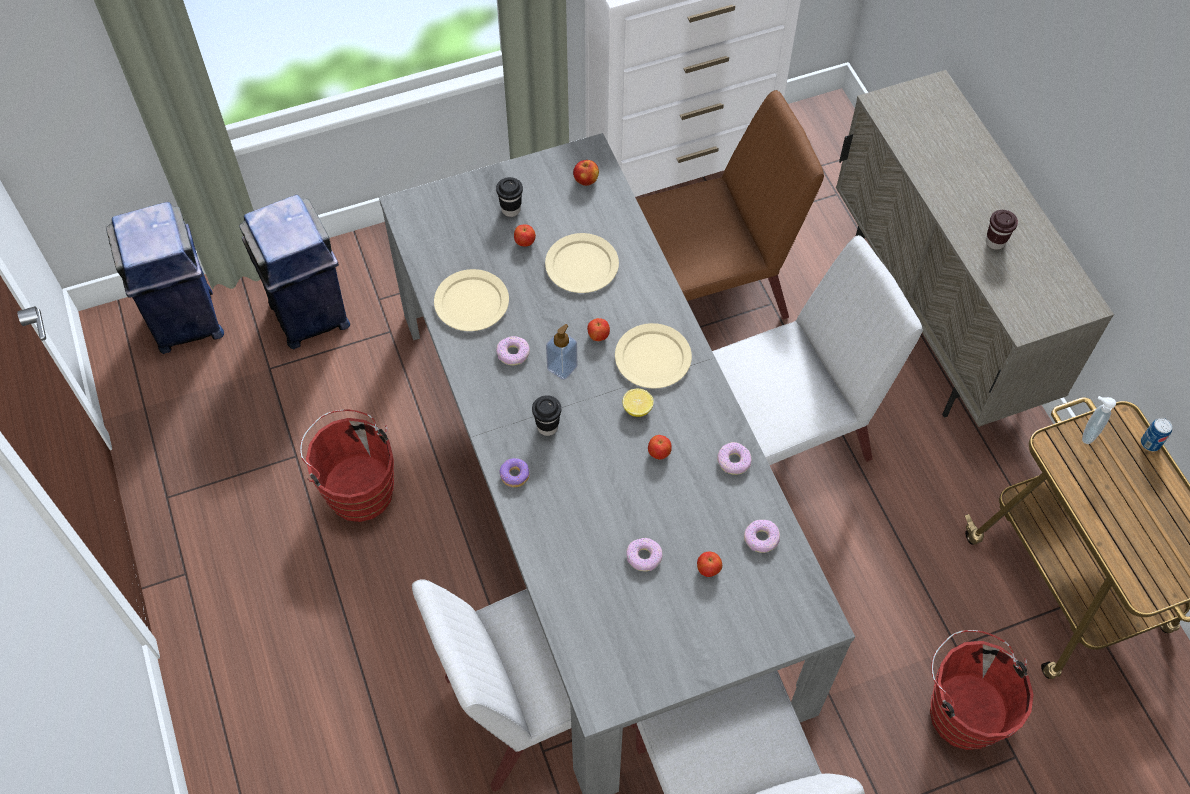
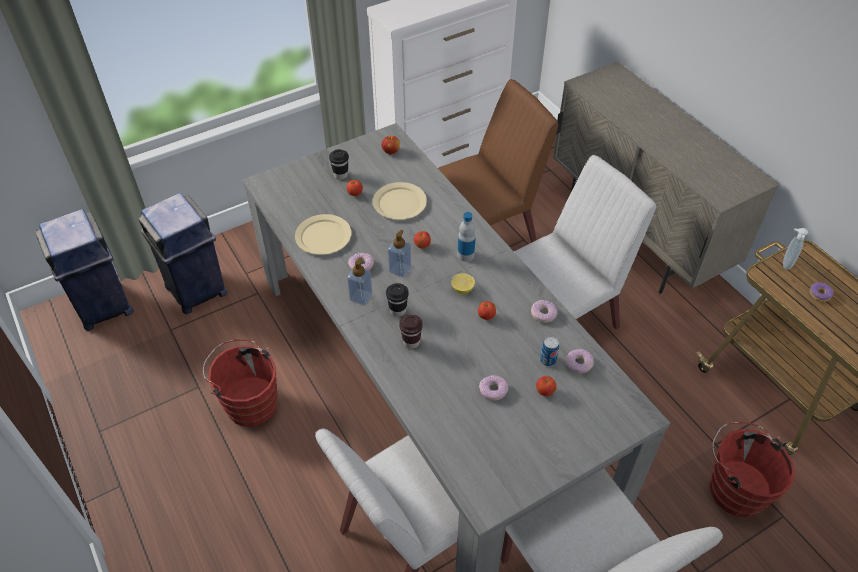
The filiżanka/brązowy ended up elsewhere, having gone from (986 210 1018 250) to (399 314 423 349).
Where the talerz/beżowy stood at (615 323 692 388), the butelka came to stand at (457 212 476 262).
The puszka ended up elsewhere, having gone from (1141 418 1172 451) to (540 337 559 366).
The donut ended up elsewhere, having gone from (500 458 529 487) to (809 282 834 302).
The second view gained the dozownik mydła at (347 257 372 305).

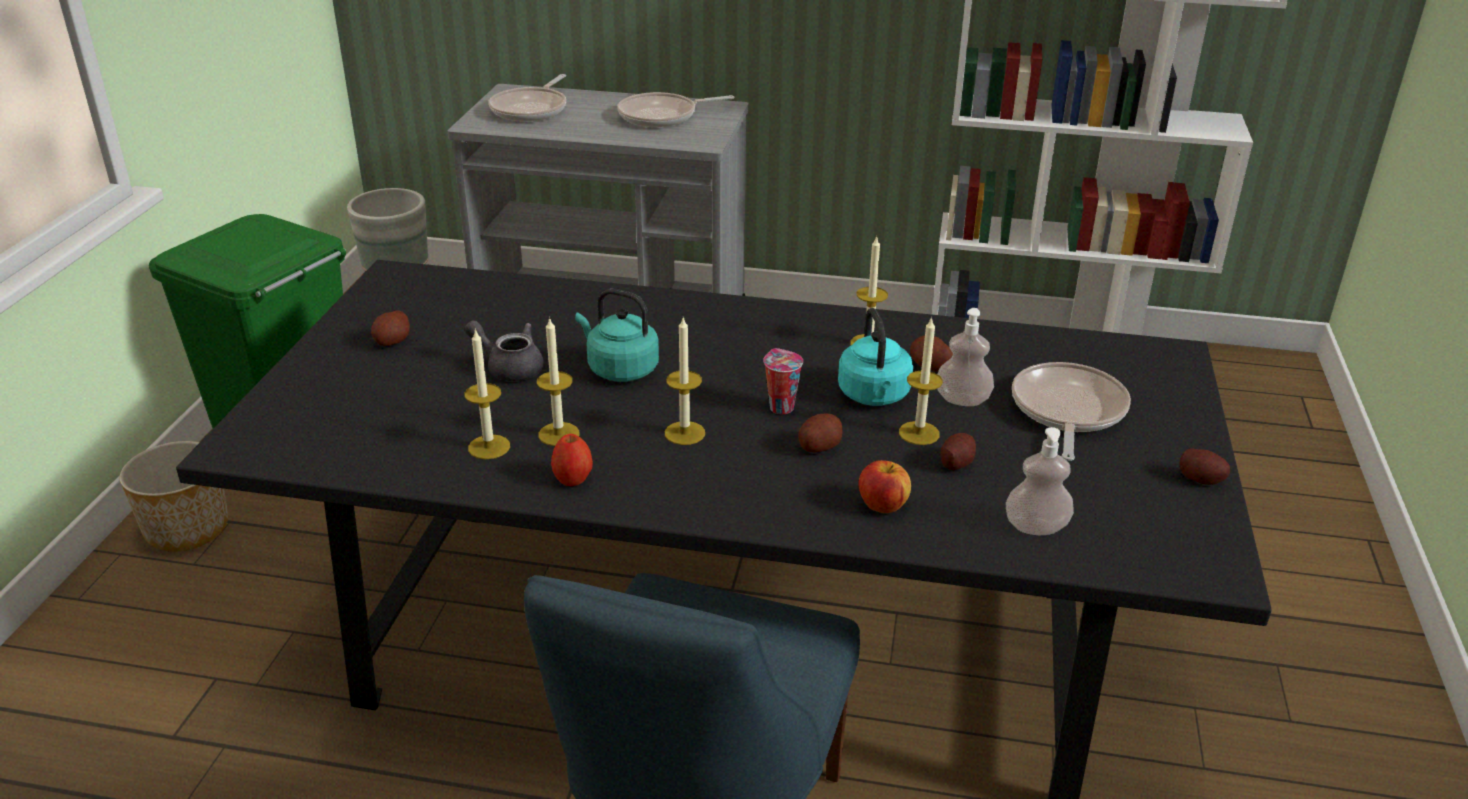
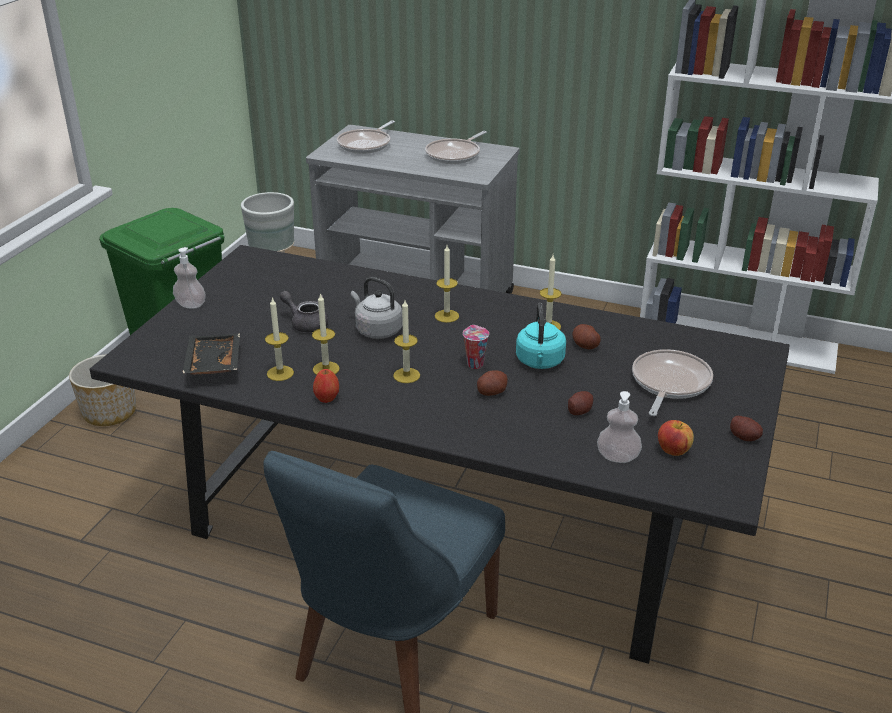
The patelnia at (617 92 734 127) ended up facing another way, 45 degrees counterclockwise from before.
What was the czajnik/turkusowy at (575 289 659 382) turned into the czajnik/szary at (351 277 403 339).
The dozownik mydła ended up elsewhere, having gone from (937 308 994 406) to (173 247 206 309).
The second view lost the ziemniak at (371 311 410 346).
The świeca ended up elsewhere, having gone from (899 316 943 445) to (435 245 459 323).
The jabłko ended up elsewhere, having gone from (858 460 911 513) to (658 420 694 456).
The second view gained the taca/czarny at (182 333 240 375).

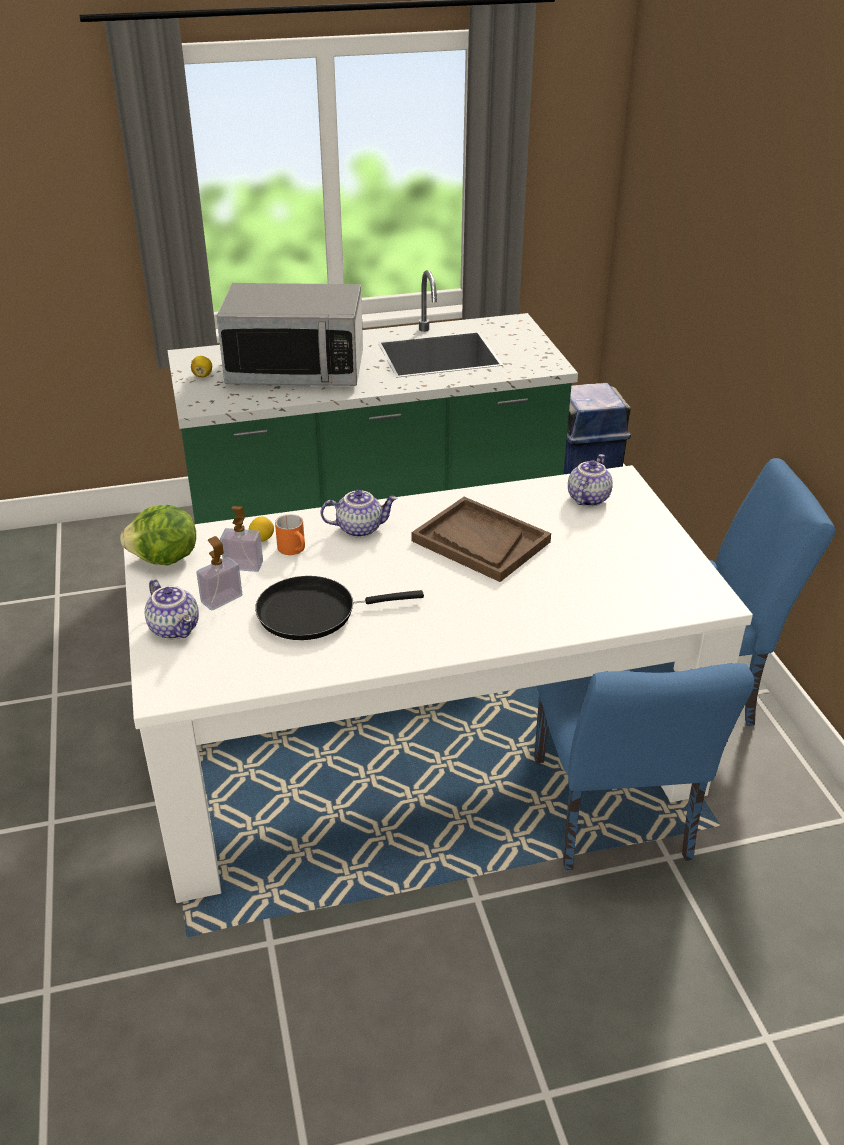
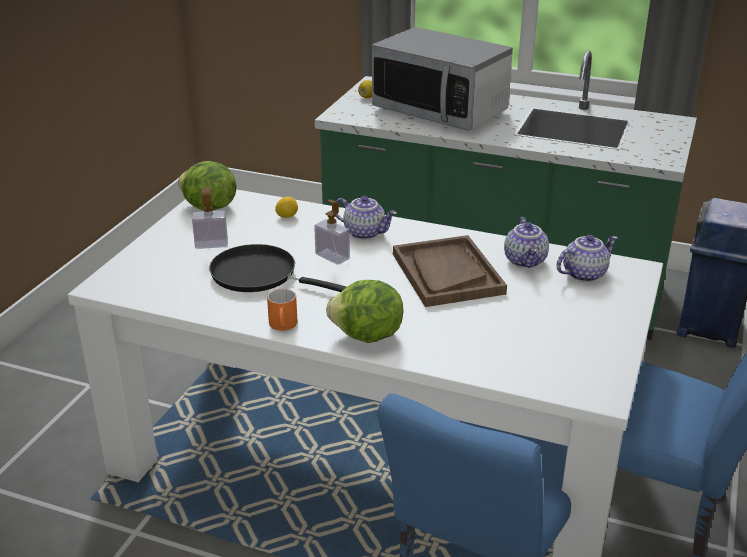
The dozownik mydła ended up elsewhere, having gone from (220 506 263 572) to (314 200 350 265).
The kubek/pomarańczowy ended up elsewhere, having gone from (275 514 305 555) to (267 288 297 331).
The imbryk ended up elsewhere, having gone from (145 579 199 639) to (504 217 549 268).
The second view gained the sałata at (326 280 404 343).

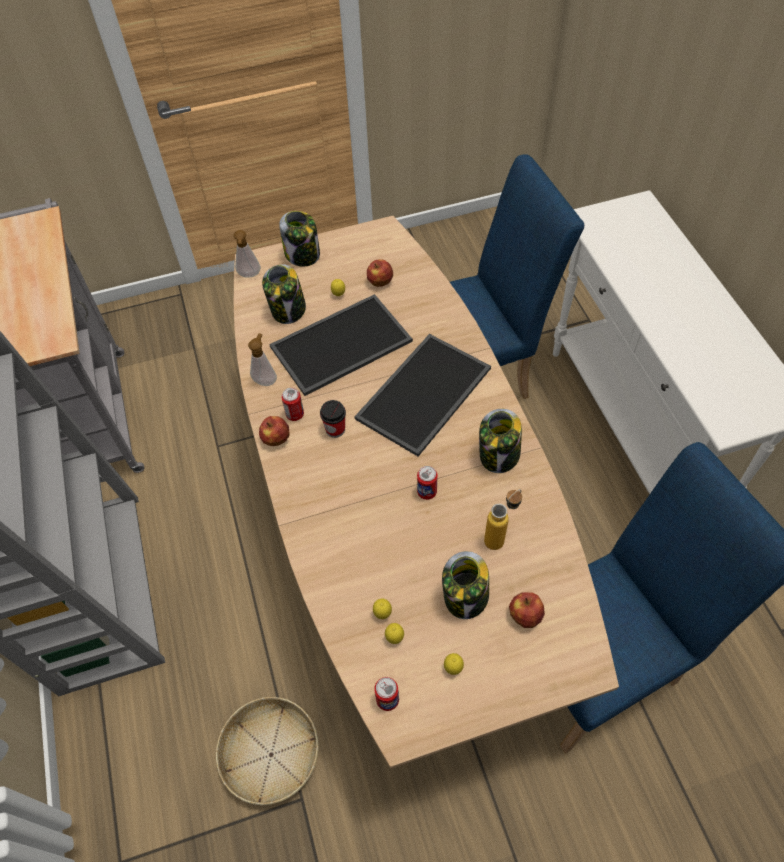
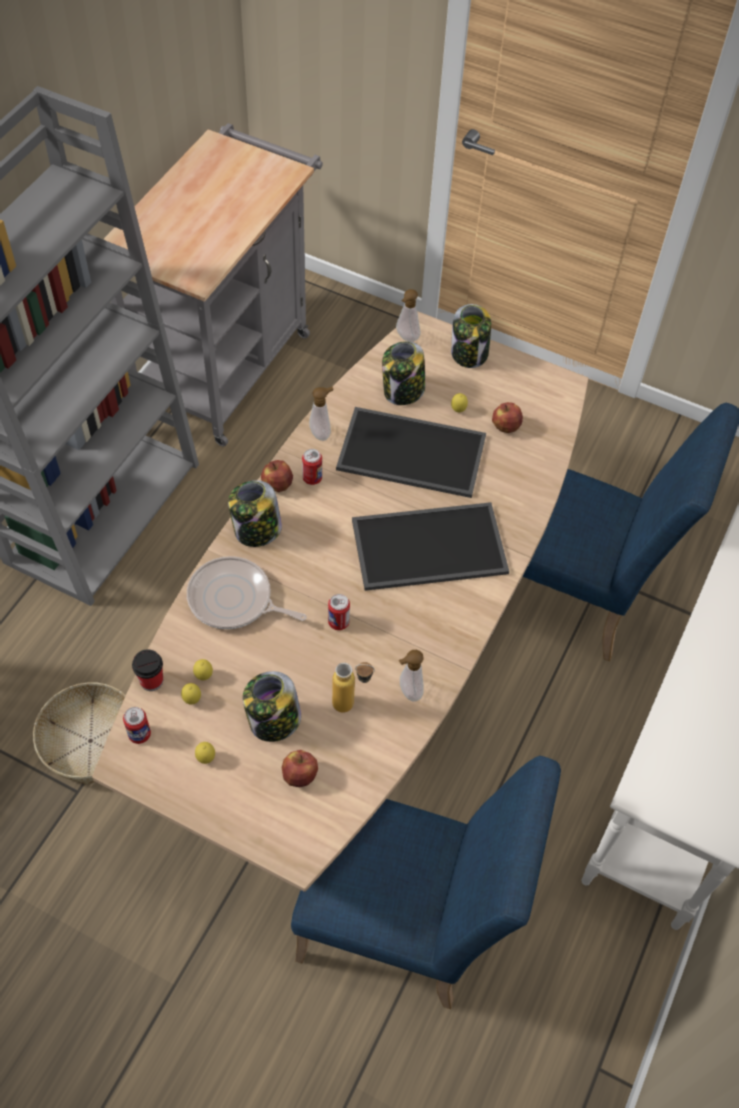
The filiżanka ended up elsewhere, having gone from (320 400 346 438) to (132 649 163 691).
The słoik ended up elsewhere, having gone from (479 409 522 473) to (228 480 282 547).
The second view gained the patelnia at (187 556 307 629).
The second view gained the dozownik mydła at (399 650 424 701).

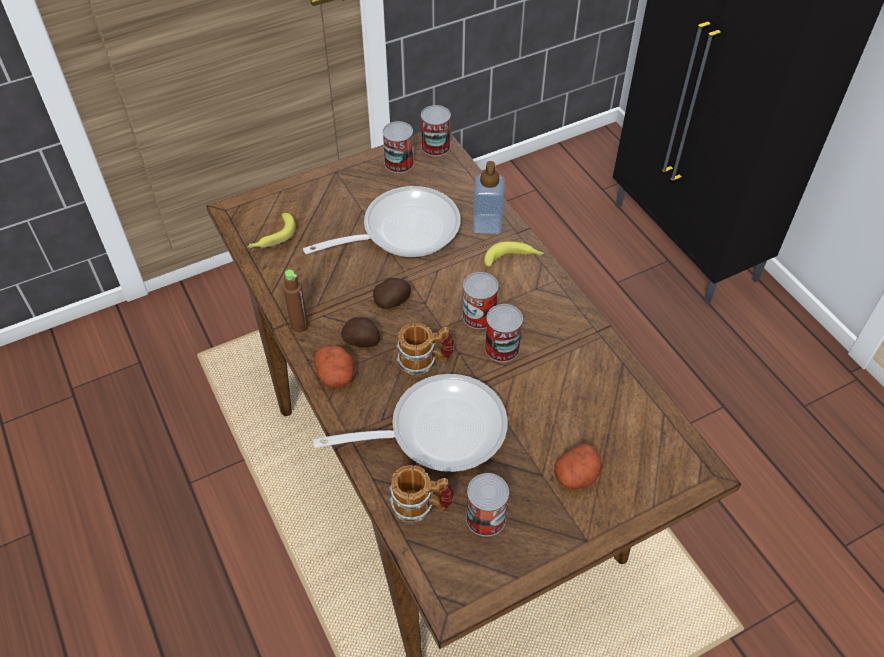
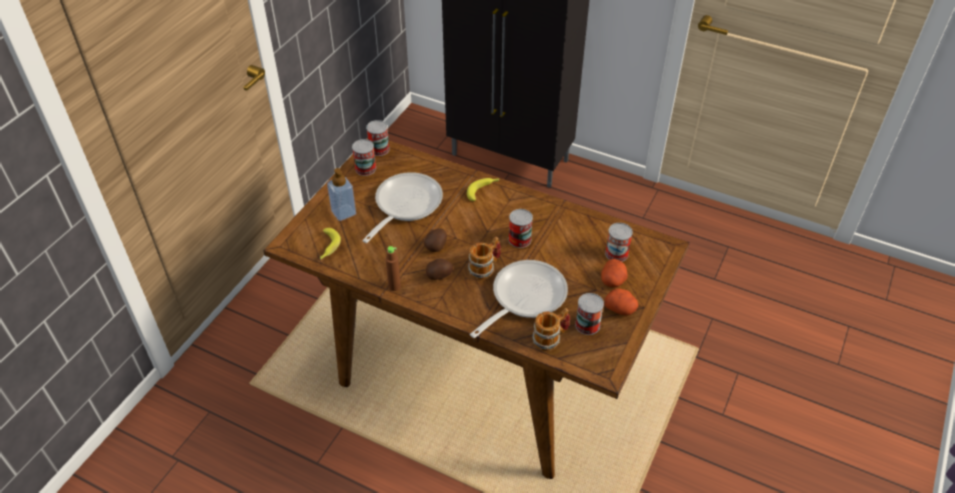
The dozownik mydła ended up elsewhere, having gone from (473 161 504 234) to (327 168 356 221).
The puszka ended up elsewhere, having gone from (462 272 498 329) to (605 223 633 262).
The ziemniak ended up elsewhere, having gone from (314 345 355 388) to (605 289 639 316).

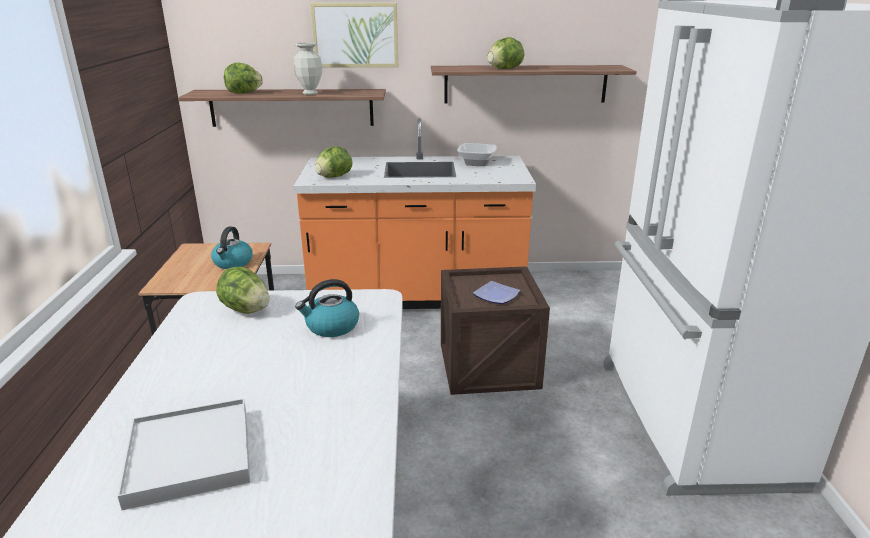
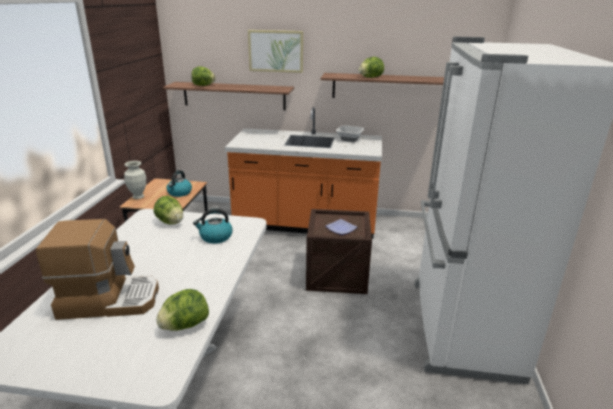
The wazon ended up elsewhere, having gone from (294 42 322 95) to (124 161 146 199).
The sałata ended up elsewhere, having gone from (315 146 352 178) to (156 289 209 331).
Where the taca/biały stood at (117 398 250 510), the ekspres do kawy came to stand at (36 219 159 320).

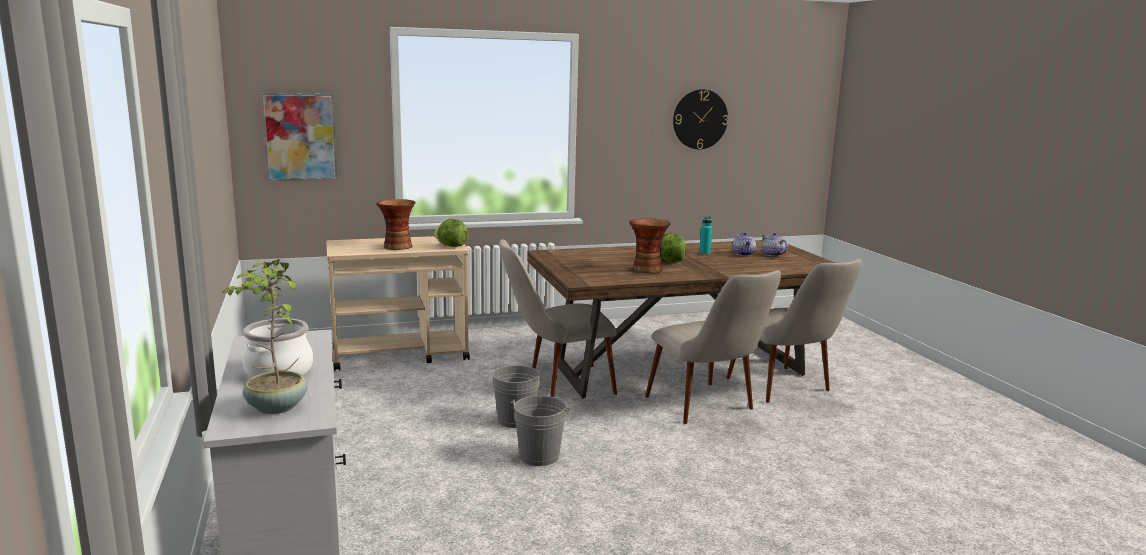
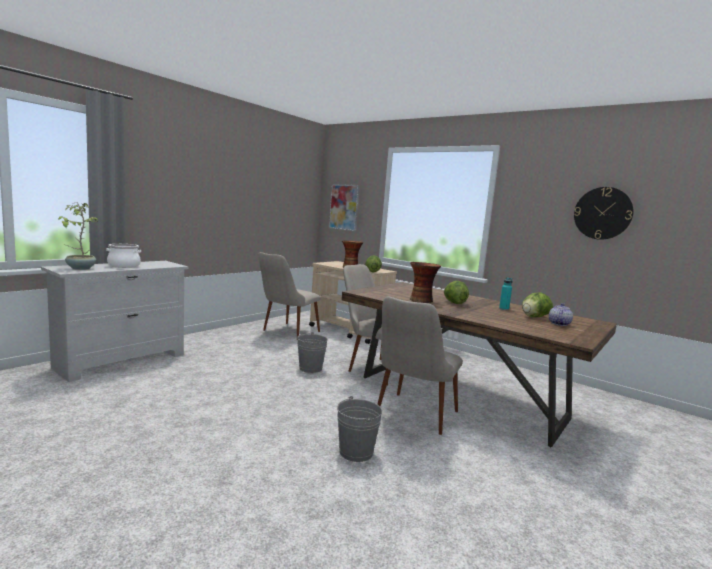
Where the imbryk stood at (733 232 756 256), the sałata came to stand at (522 292 553 317).
The krzesło/beżowy ended up elsewhere, having gone from (726 259 862 403) to (258 252 321 340).
The wiadro/szary ended up elsewhere, having gone from (510 396 569 466) to (337 396 382 462).

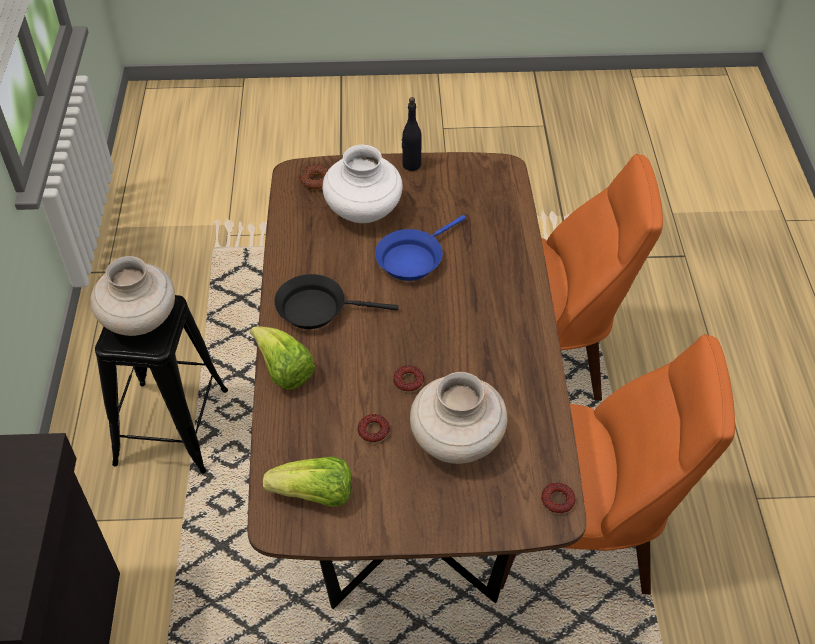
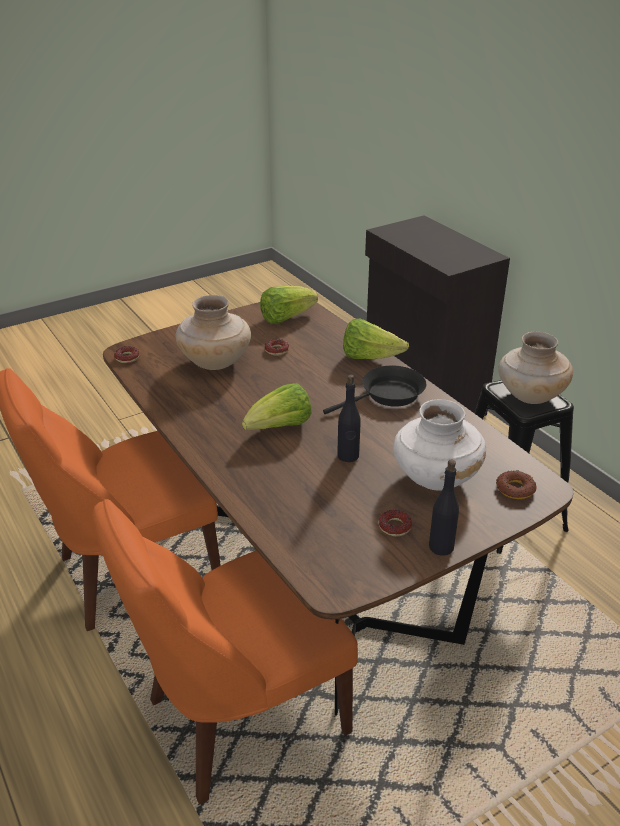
Where the patelnia/niebieski stood at (375 215 466 281), the butelka/czarny came to stand at (337 374 361 462).
The donut ended up elsewhere, having gone from (393 365 424 393) to (379 510 412 536).
The second view gained the sałata at (242 383 311 430).

